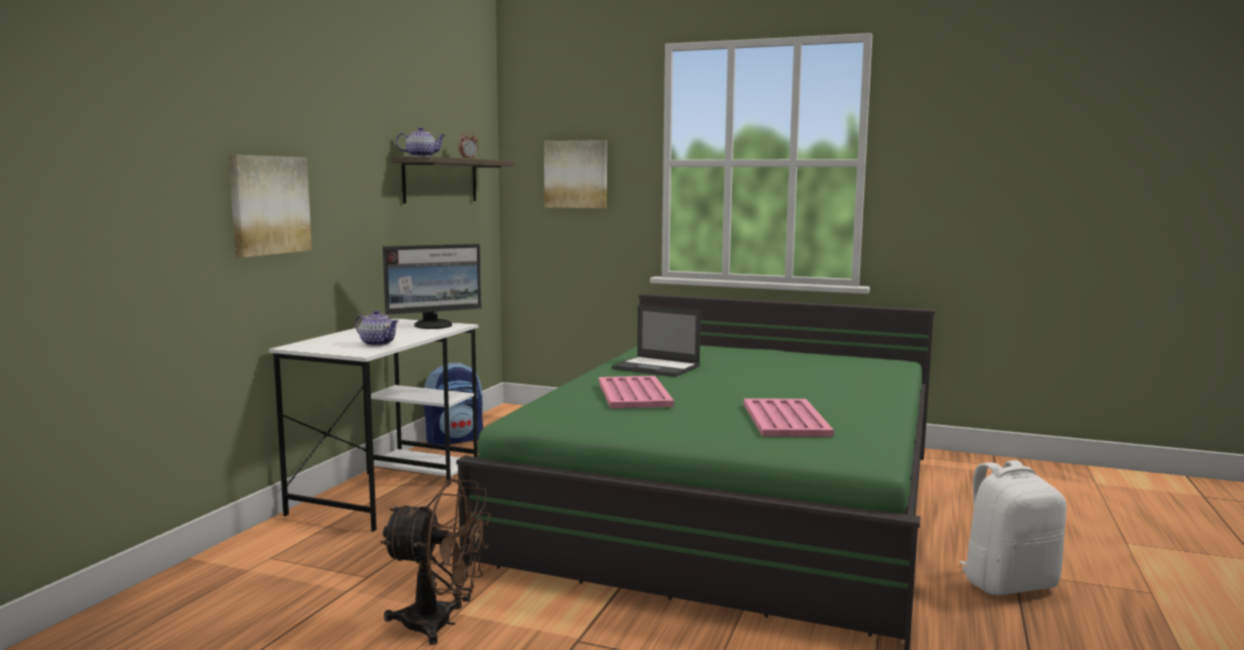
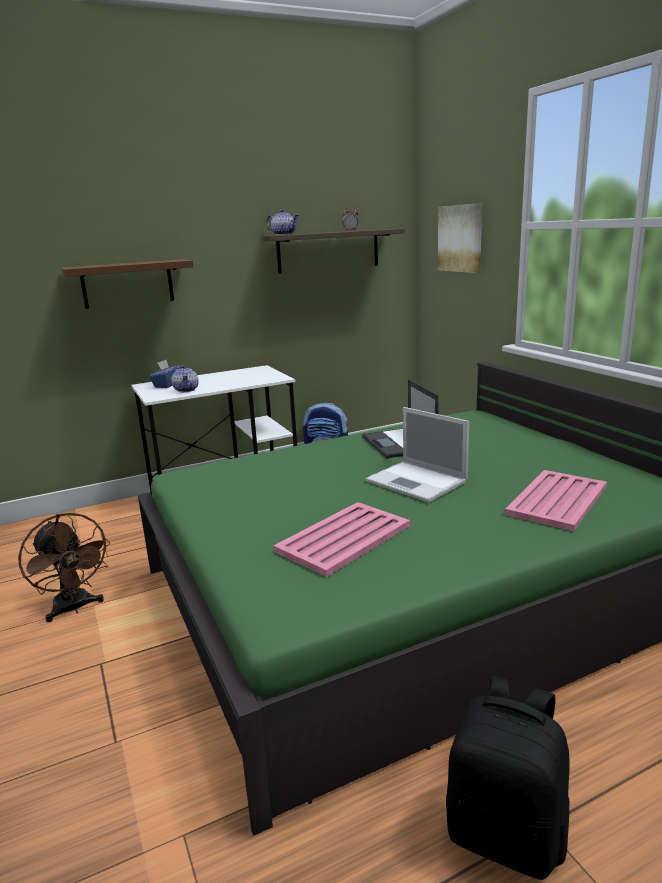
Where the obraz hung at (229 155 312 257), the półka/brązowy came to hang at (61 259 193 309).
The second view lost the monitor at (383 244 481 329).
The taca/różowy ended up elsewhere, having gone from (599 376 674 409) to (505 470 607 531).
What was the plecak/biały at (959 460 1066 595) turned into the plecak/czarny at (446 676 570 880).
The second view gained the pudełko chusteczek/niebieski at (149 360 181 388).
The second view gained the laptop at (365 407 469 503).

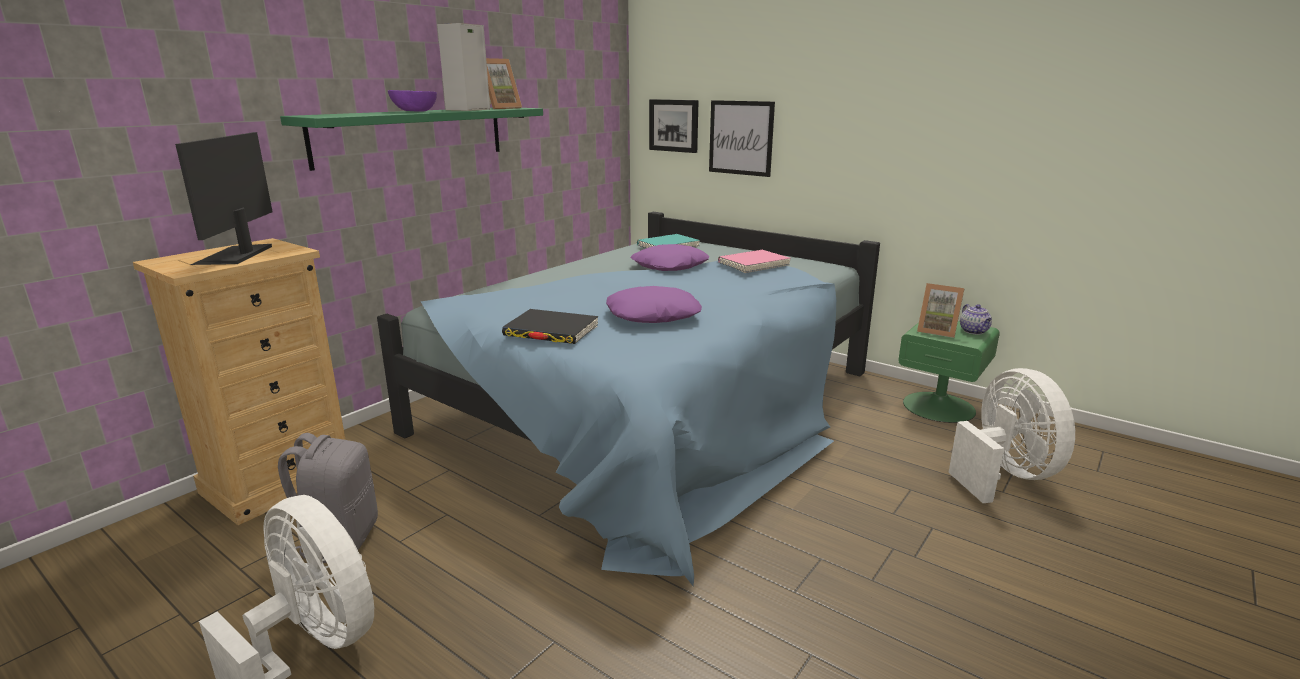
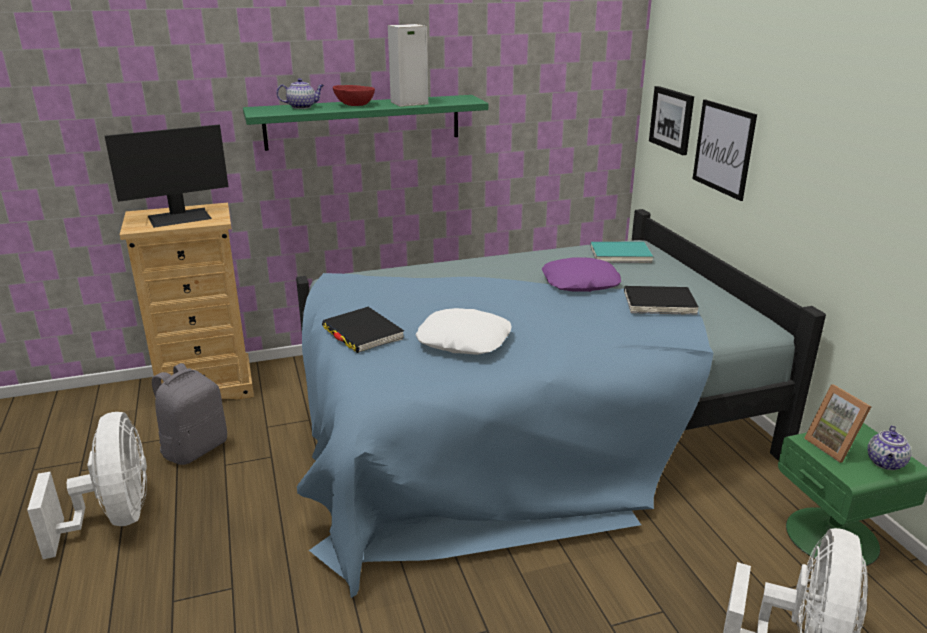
The second view lost the ramka na zdjęcie at (486 58 522 109).
What was the miska/fioletowy at (388 90 437 112) turned into the miska/czerwony at (333 85 375 106).
The monitor at (175 132 273 265) ended up facing another way, 150 degrees counterclockwise from before.
What was the książka/różowy at (718 250 790 273) turned into the książka/czarny at (624 286 699 315).
What was the poduszka/fioletowy at (606 286 702 323) turned into the poduszka/biały at (415 308 512 355).
The second view gained the imbryk at (276 78 324 109).

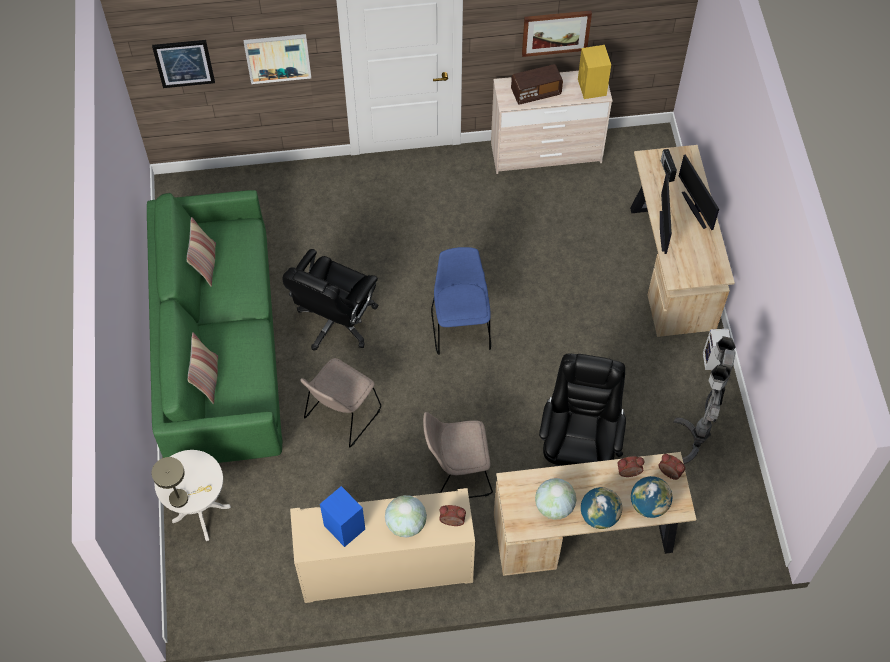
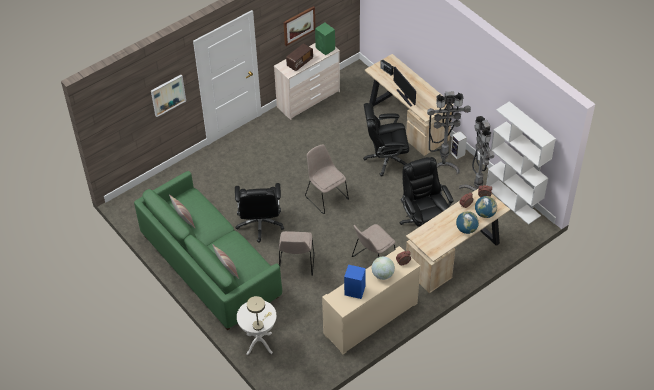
The second view lost the obraz at (152 40 215 88).
What was the głośnik/żółty at (578 45 611 99) turned into the głośnik/zielony at (315 23 335 55).
The second view lost the monitor at (679 154 719 230).
What was the krzesło/niebieski at (431 247 492 355) turned into the krzesło/beżowy at (305 144 349 214).
The second view lost the globus at (535 478 576 520).
The second view gained the lampa stojąca/szary at (427 91 471 174).
The second view gained the regał/biały at (486 101 556 225).
The second view gained the krzesło biurowe/czarny at (363 103 409 177).

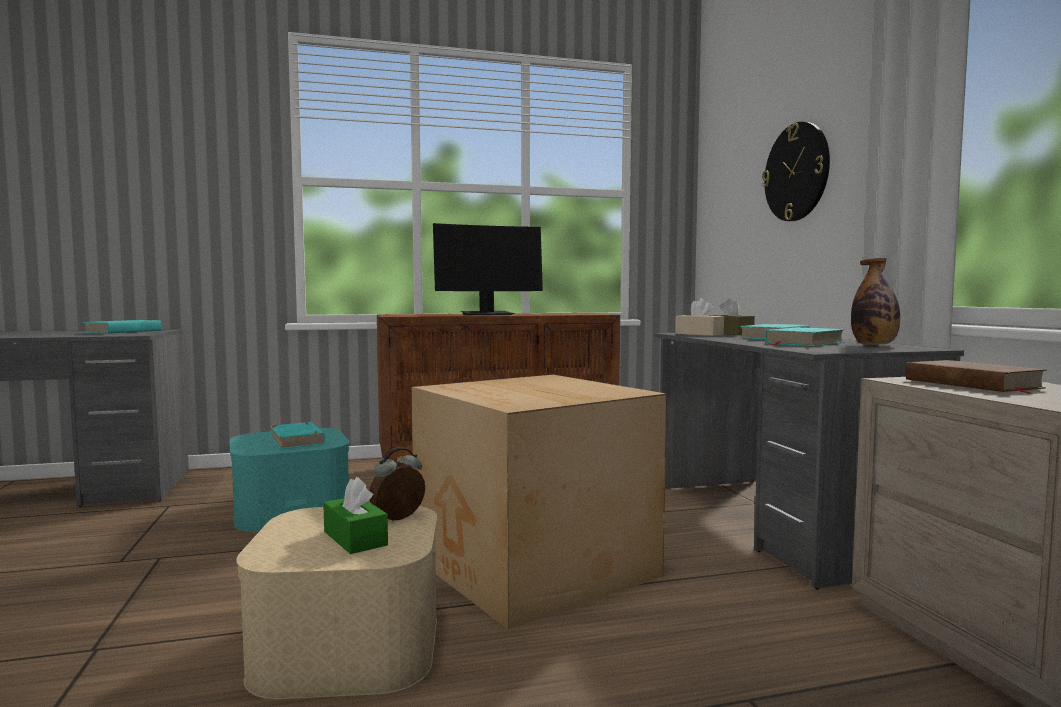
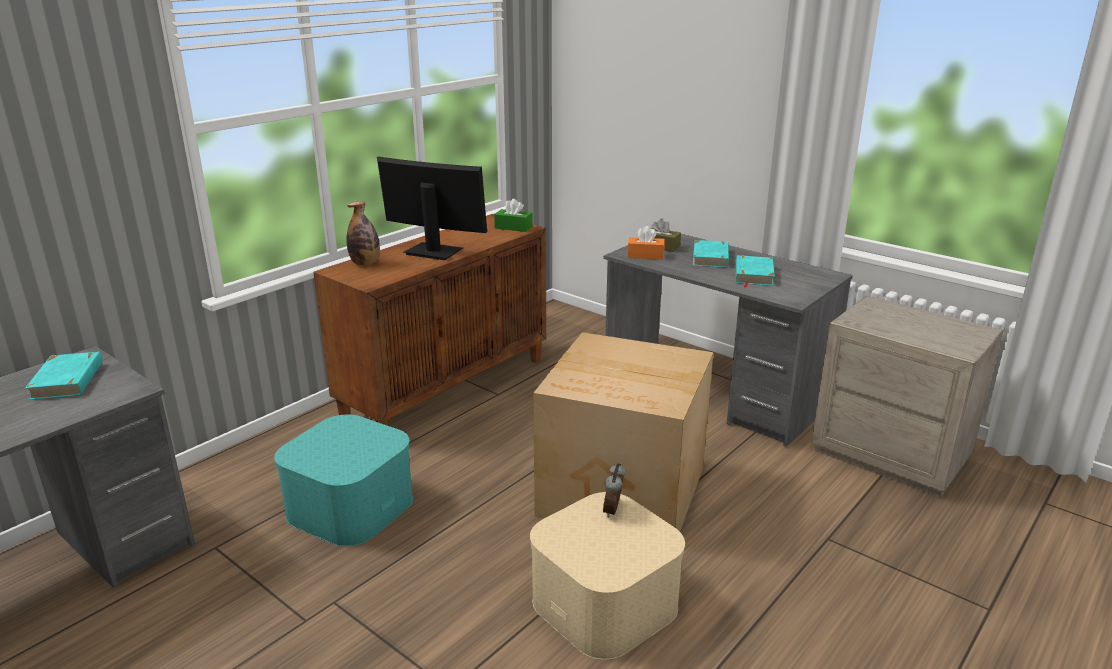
The second view lost the zegar ścienny at (762 122 830 221).
The monitor at (433 223 543 315) ended up facing another way, 105 degrees counterclockwise from before.
The butelka ended up elsewhere, having gone from (851 258 900 345) to (346 201 380 266).
What was the pudełko chusteczek/beżowy at (675 298 724 336) turned into the pudełko chusteczek/pomarańczowy at (627 226 665 260).
The second view lost the książka/brązowy at (905 360 1047 394).
The second view lost the książka/turkusowy at (270 422 325 449).
The pudełko chusteczek/zielony ended up elsewhere, having gone from (323 477 388 554) to (494 199 533 232).

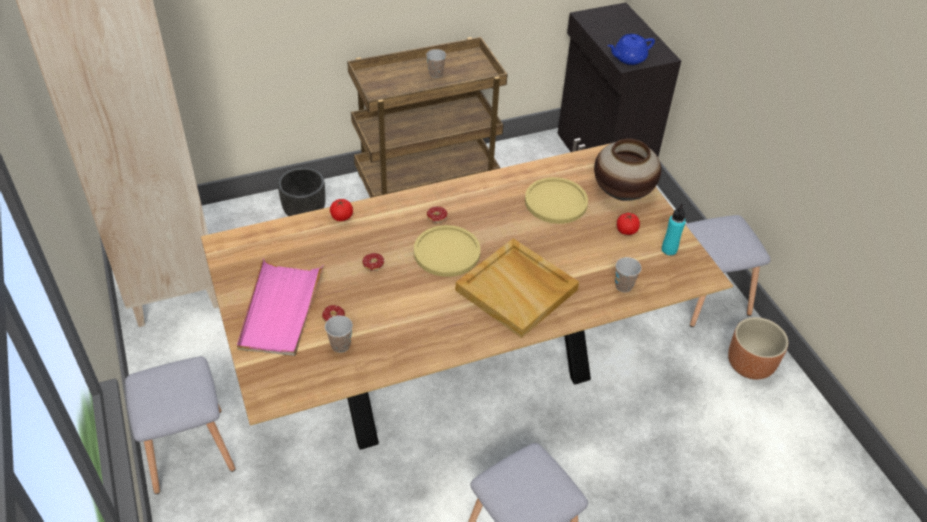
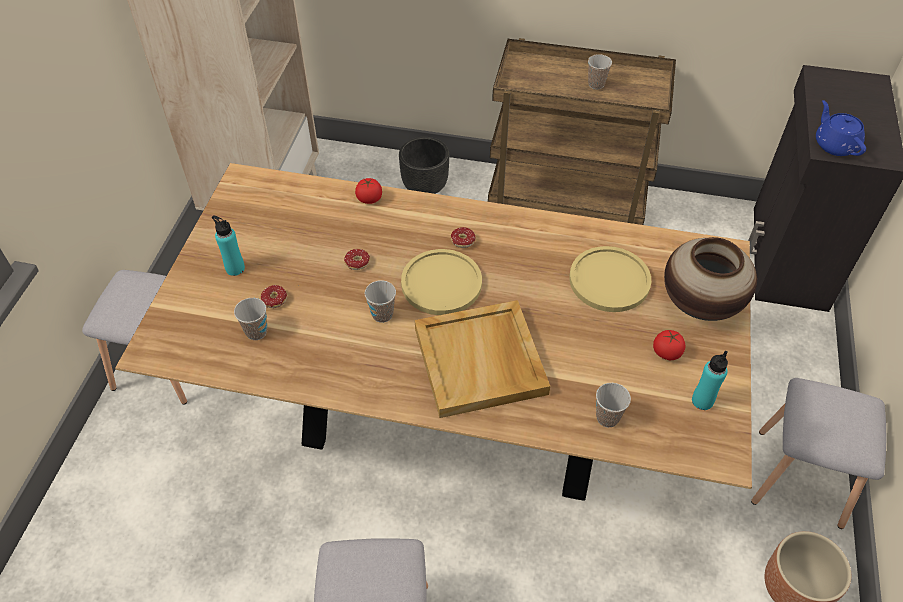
The imbryk/niebieski at (608 34 655 65) ended up facing another way, 60 degrees clockwise from before.
Where the taca/różowy stood at (237 258 324 356), the butelka/turkusowy came to stand at (212 215 245 276).
The second view gained the filiżanka at (365 280 396 323).

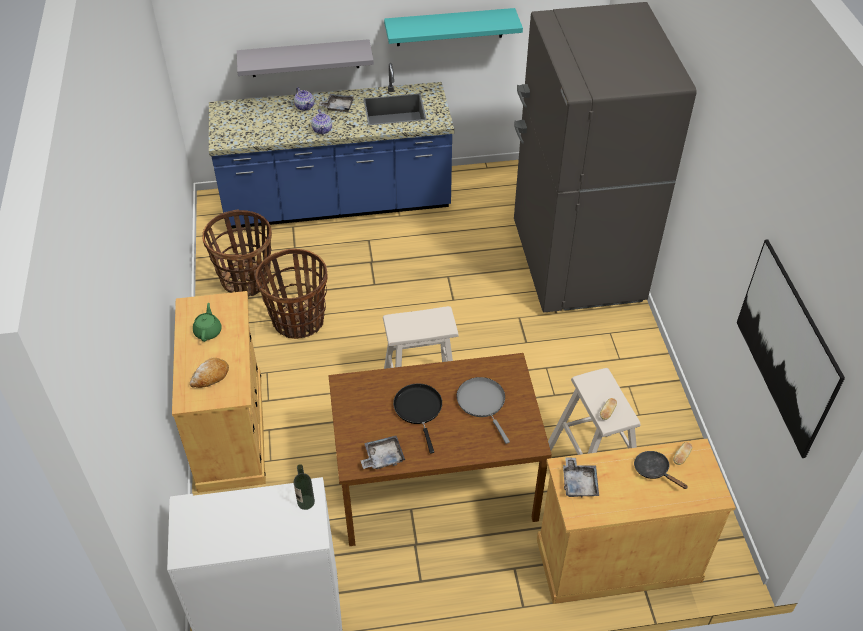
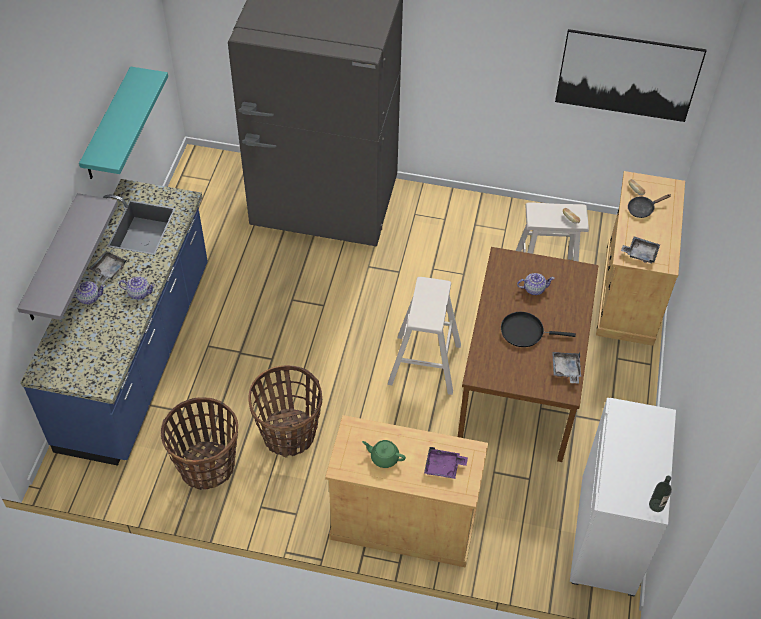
Where the chleb stood at (190 357 229 388), the taca/fioletowy came to stand at (424 447 468 479).
Where the patelnia/szary stood at (457 377 510 444), the imbryk came to stand at (517 273 555 295).
The butelka ended up elsewhere, having gone from (294 464 315 510) to (649 476 672 512).

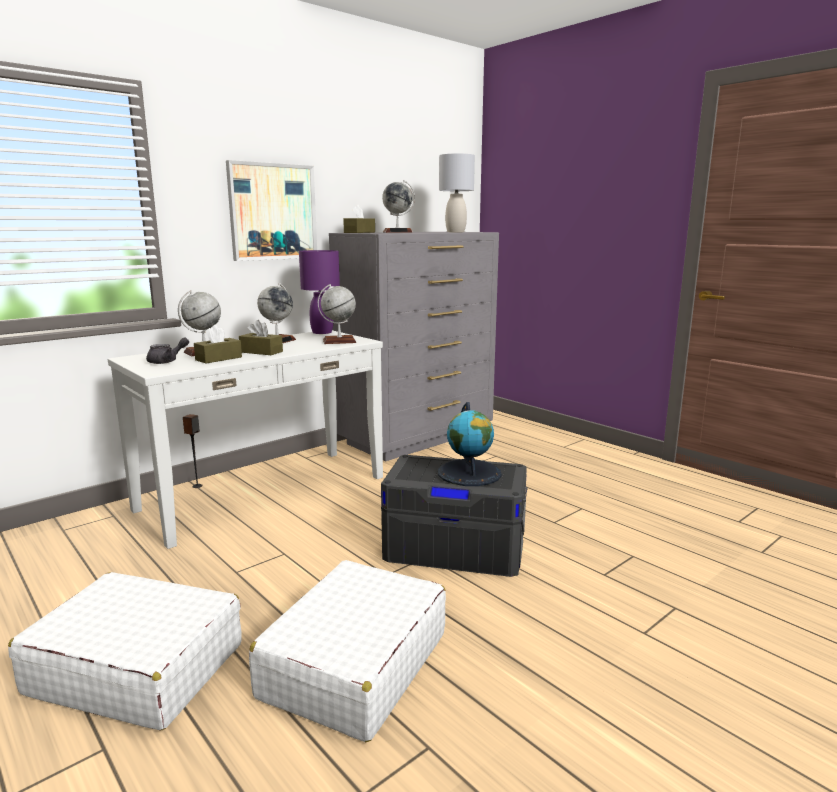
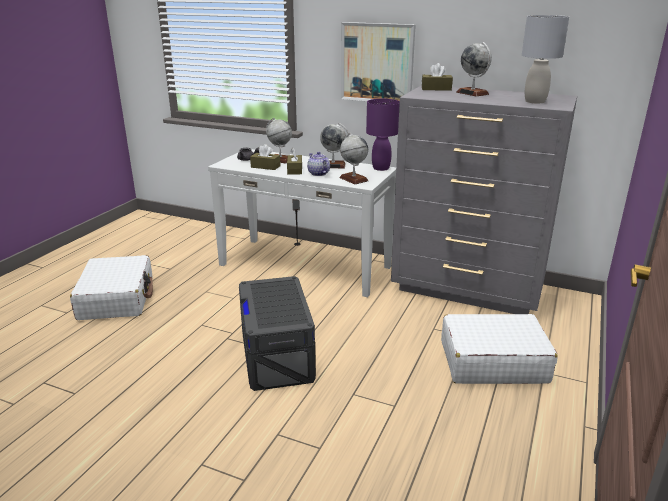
The second view lost the globus at (438 402 502 486).
The walizka/biały ended up elsewhere, having gone from (249 560 446 742) to (441 314 558 384).
The second view gained the imbryk at (307 152 330 176).

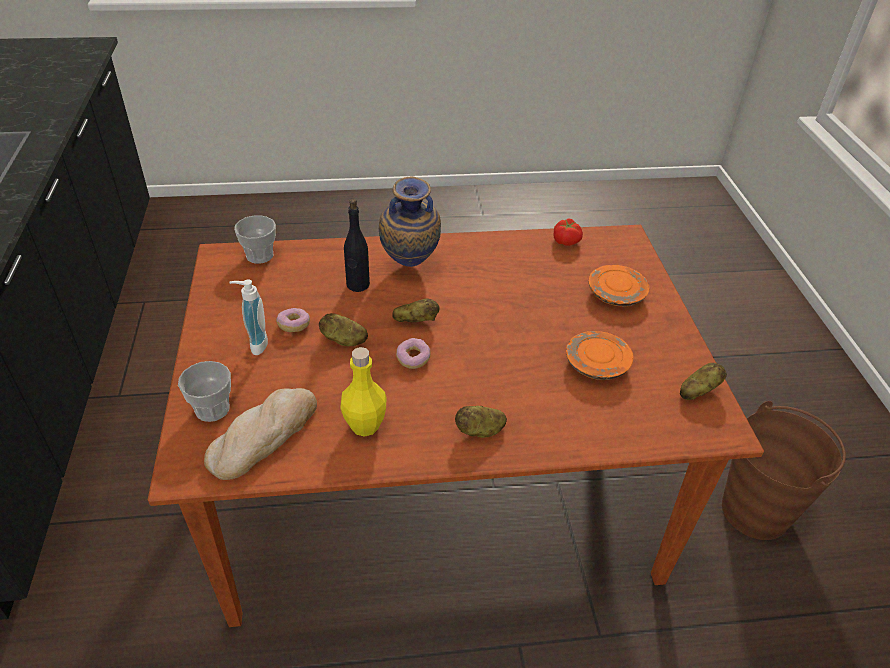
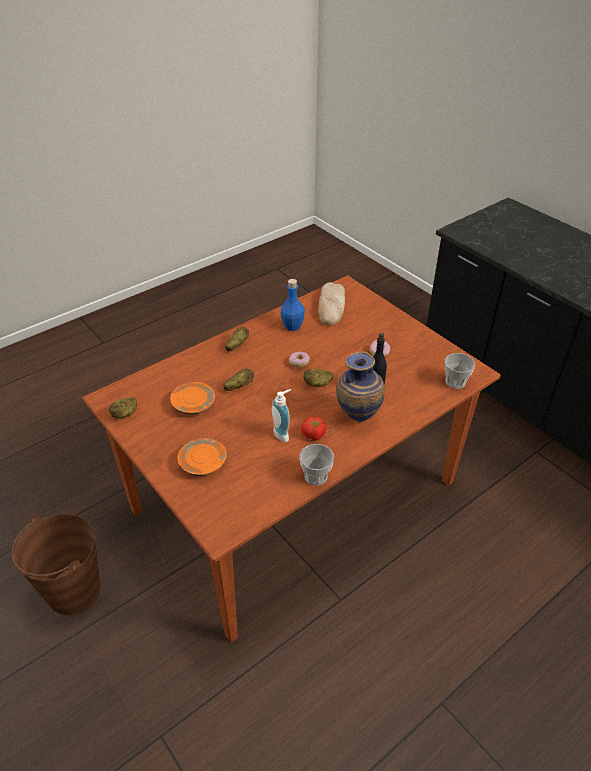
The pomidor ended up elsewhere, having gone from (553 218 583 246) to (301 416 326 440).
The dozownik mydła ended up elsewhere, having gone from (229 279 268 355) to (272 389 291 442).
The ziemniak ended up elsewhere, having gone from (319 313 368 346) to (223 369 254 391).
What was the butelka/żółty at (340 347 387 437) turned into the butelka/niebieski at (280 279 305 331).
The filiżanka ended up elsewhere, having gone from (178 361 231 422) to (299 444 334 486).

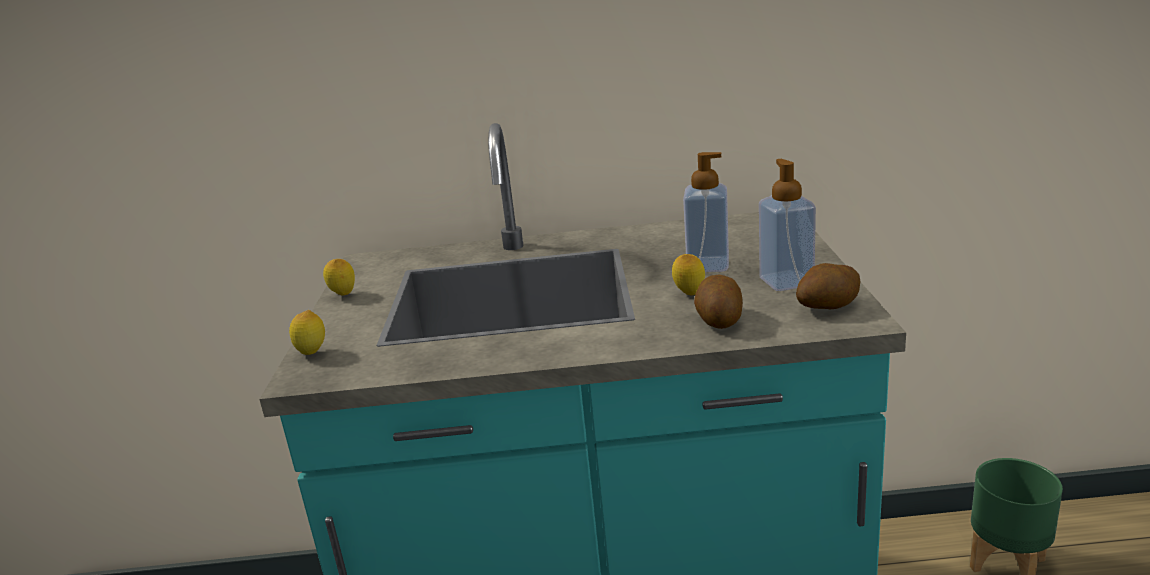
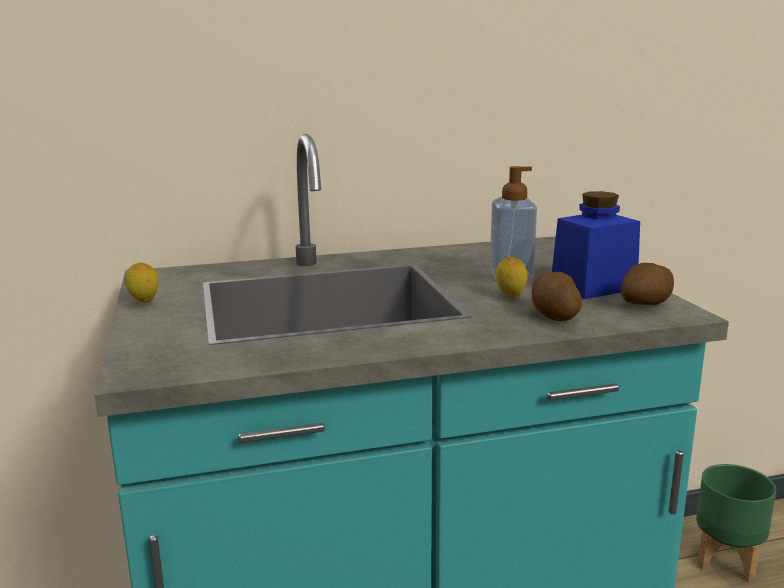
Where the dozownik mydła stood at (759 159 816 291), the słoik/niebieski came to stand at (552 191 640 299).
The second view lost the cytryna at (289 310 325 355).

